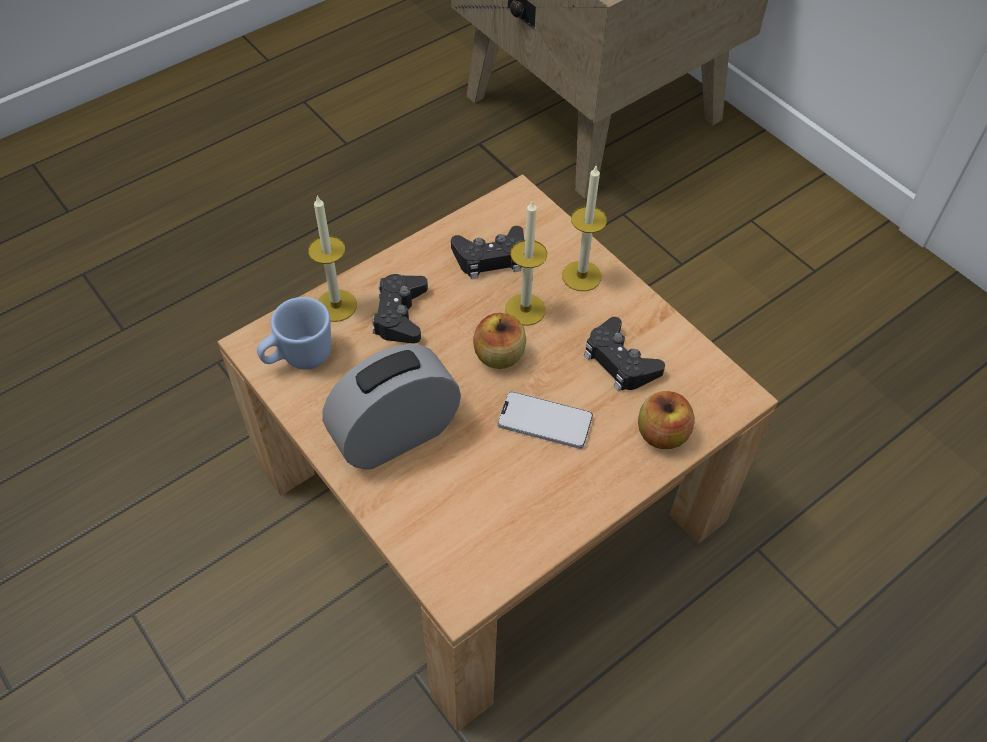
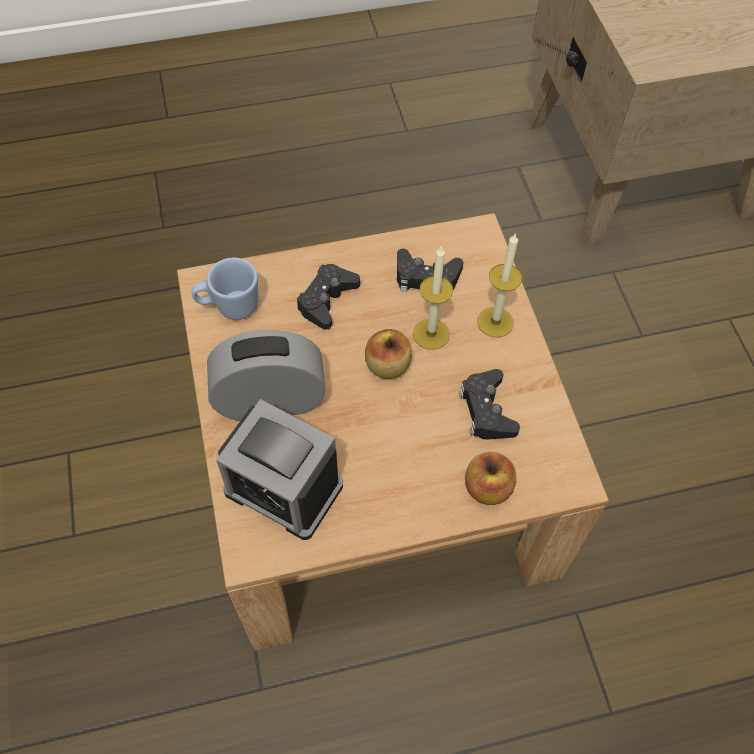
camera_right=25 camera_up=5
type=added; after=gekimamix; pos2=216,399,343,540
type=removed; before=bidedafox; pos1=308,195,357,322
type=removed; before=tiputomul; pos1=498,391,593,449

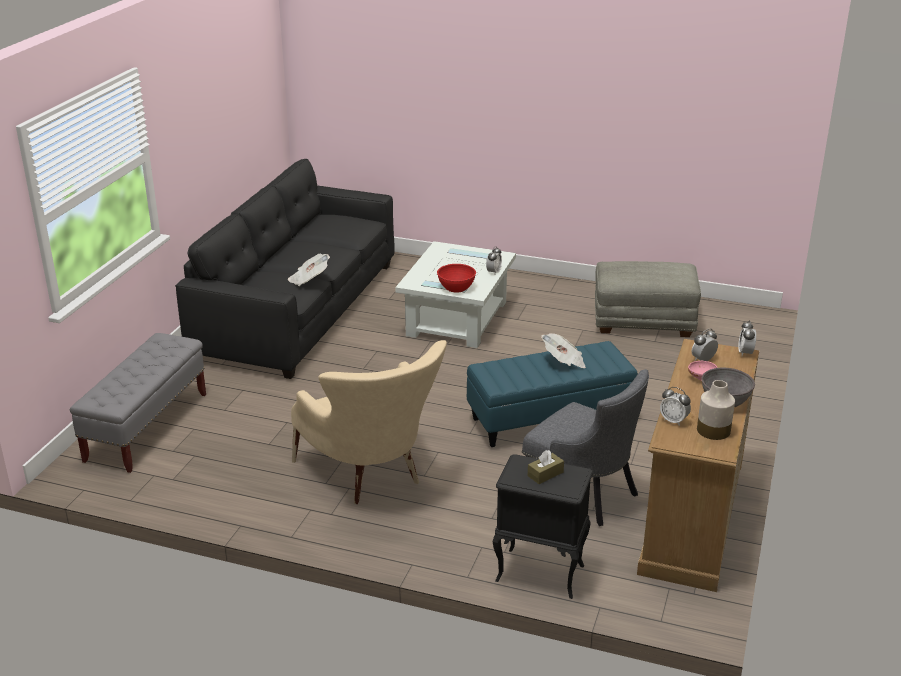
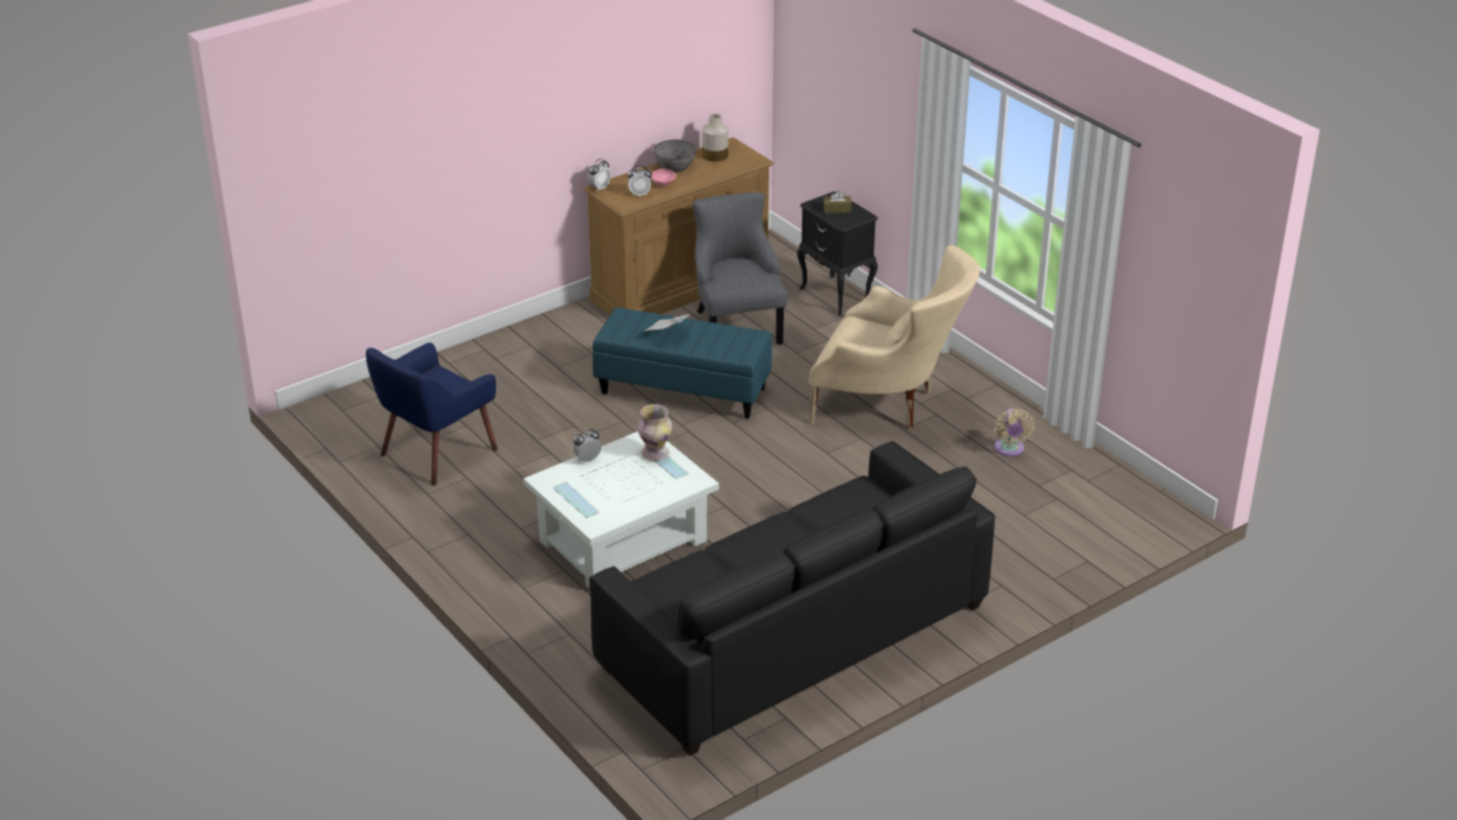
camera_right=-145 camera_up=5
type=replaced; before=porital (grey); after=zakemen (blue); pos1=595,261,701,337; pos2=366,342,498,486
type=replaced; before=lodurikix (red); after=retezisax; pos1=437,264,476,293; pos2=637,404,672,461
type=turned; before=zakemen (beige); pos1=291,340,447,504; pos2=809,245,980,429; turn=105
type=added; after=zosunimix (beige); pos2=994,408,1034,456
type=removed; before=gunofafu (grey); pos1=70,333,206,473
type=removed; before=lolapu; pos1=288,254,330,286
type=removed; before=gekimamix; pos1=660,387,691,426

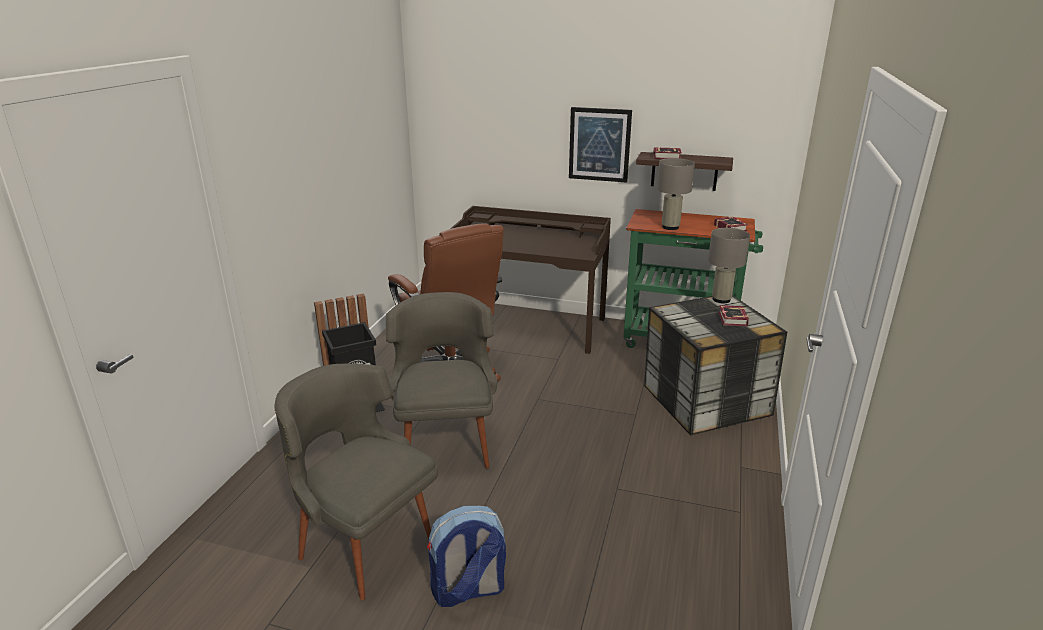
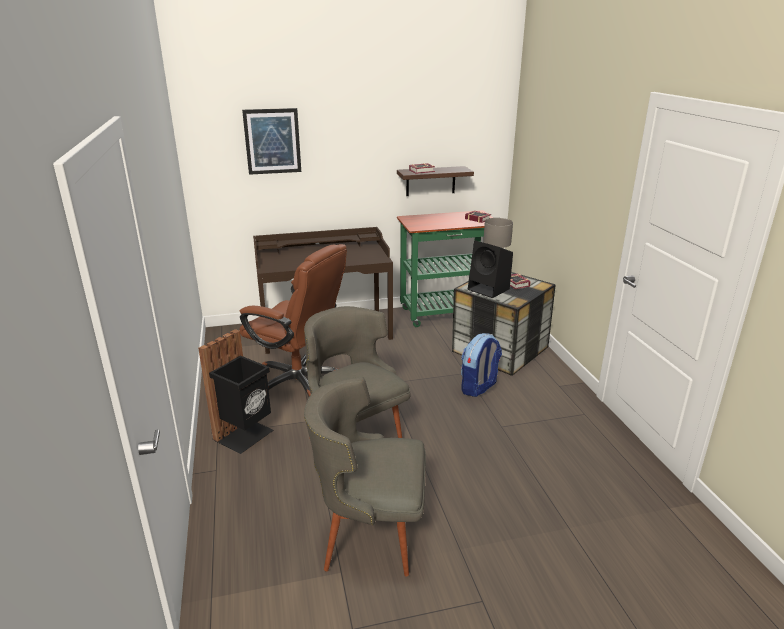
camera_right=-30 camera_up=0
type=moved; before=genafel; pos1=569,107,632,183; pos2=242,108,301,175
type=moved; before=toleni; pos1=427,506,506,607; pos2=461,333,502,397
type=added; after=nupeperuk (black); pos2=468,240,513,298
type=removed; before=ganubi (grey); pos1=657,158,695,230

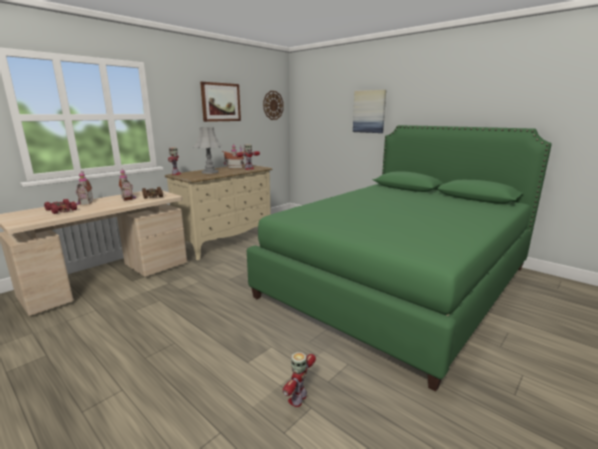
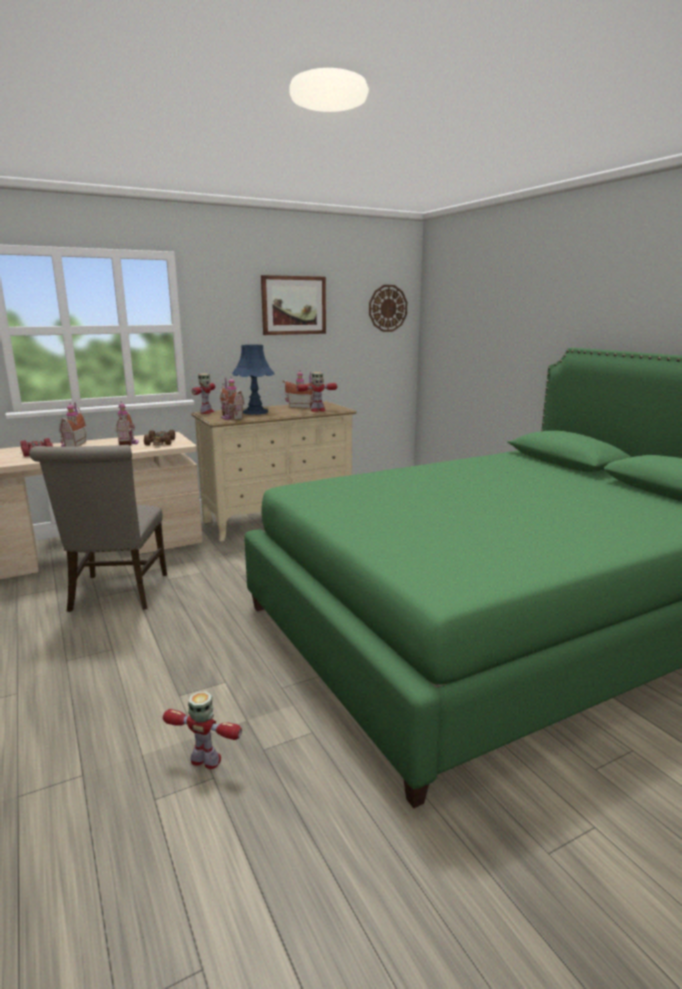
camera_right=20 camera_up=0
type=added; after=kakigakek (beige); pos2=29,445,167,612
type=turned; before=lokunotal; pos1=283,352,316,407; pos2=163,692,242,769; turn=60
type=added; after=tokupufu; pos2=220,377,245,420
type=recoloured; before=ganubi (grey); after=ganubi (blue); pos1=194,127,222,174; pos2=232,345,274,415
type=removed; before=genafel; pos1=353,90,386,133

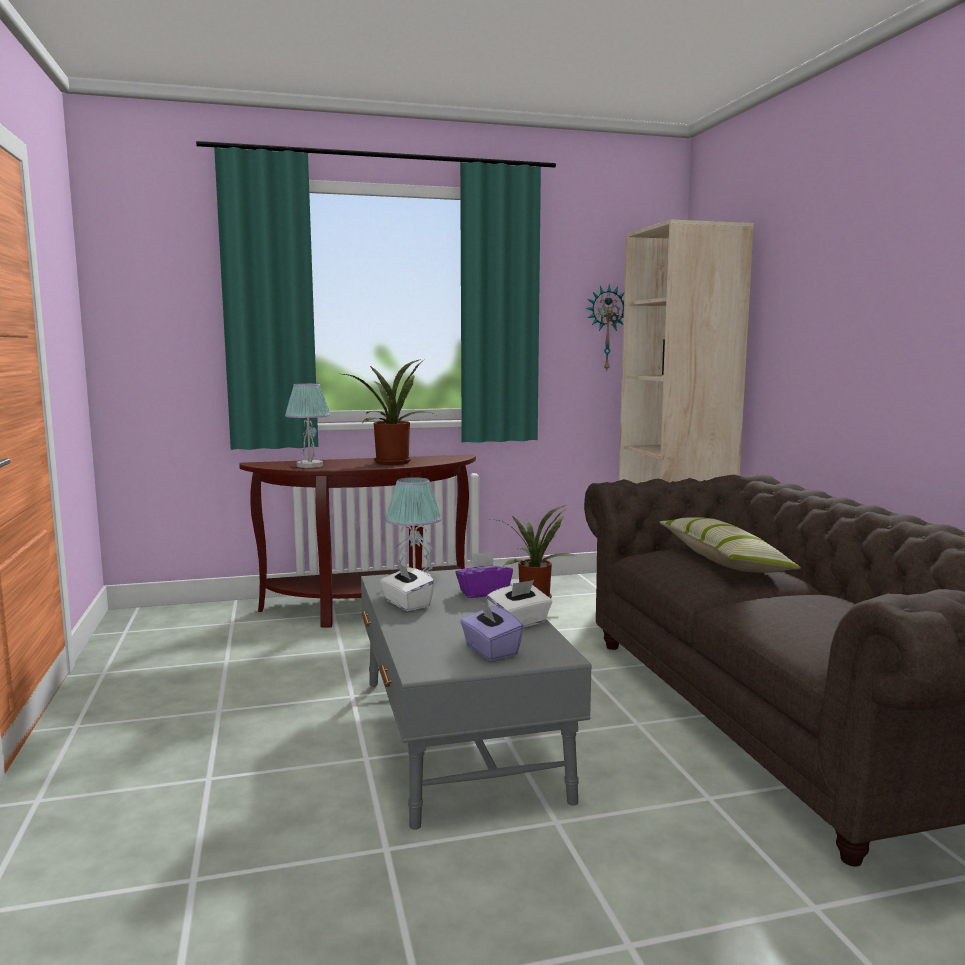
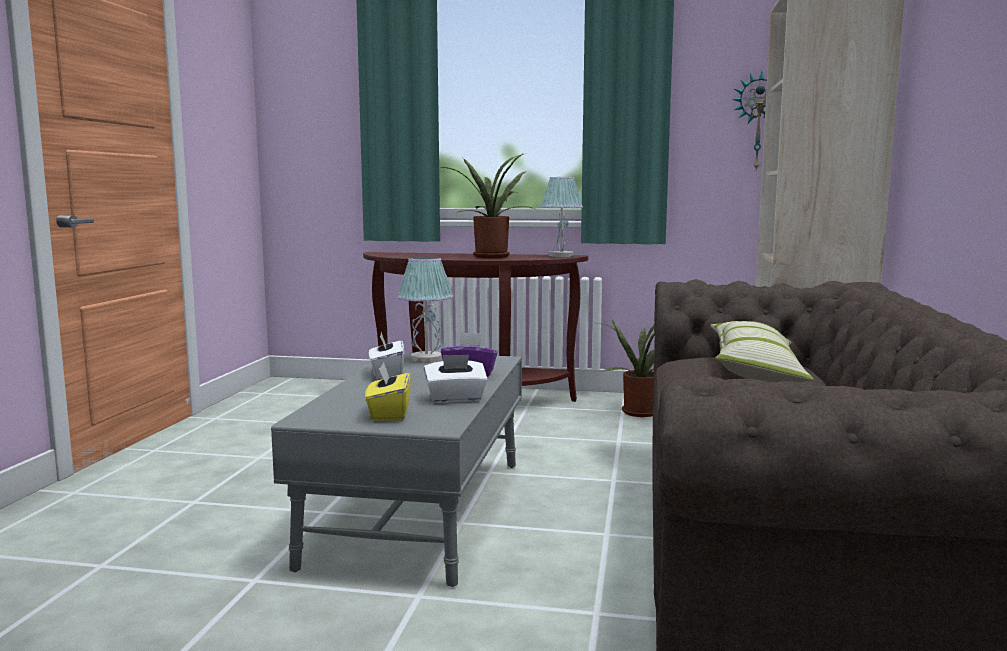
camera_right=25 camera_up=0
type=recoloured; before=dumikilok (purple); after=dumikilok (yellow); pos1=460,601,524,661; pos2=365,362,411,421
type=moved; before=ganubi; pos1=285,383,330,468; pos2=541,177,583,257

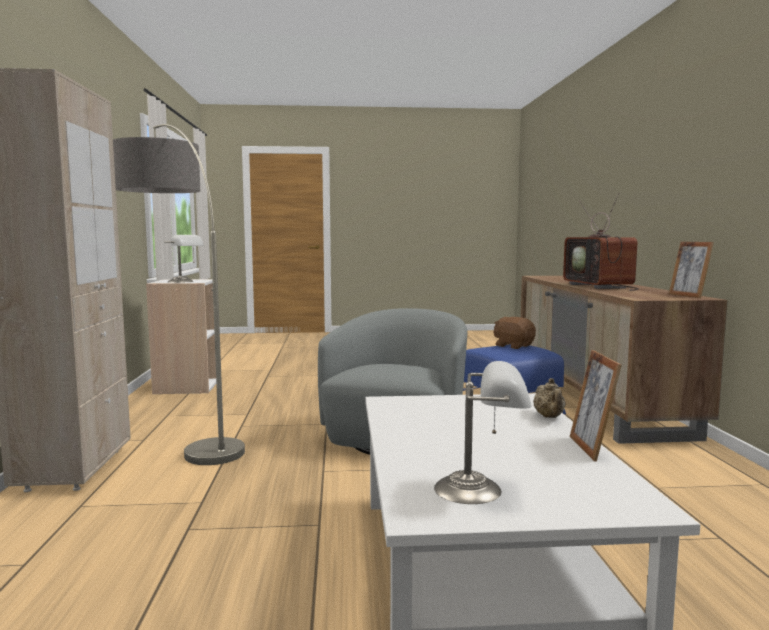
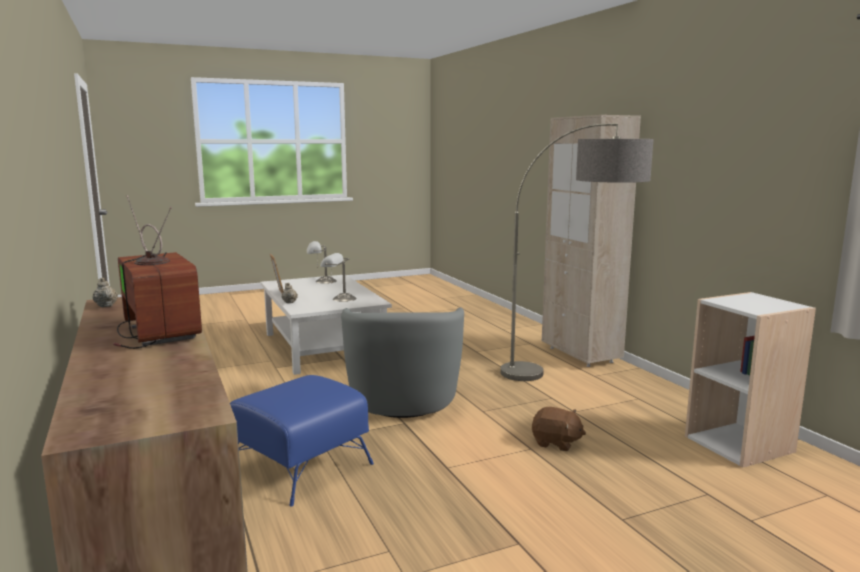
camera_right=160 camera_up=5
type=replaced; before=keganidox; after=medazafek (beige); pos1=669,242,714,298; pos2=92,277,118,307
type=moved; before=ganubi (white); pos1=164,235,204,283; pos2=320,253,356,302
type=moved; before=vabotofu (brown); pos1=494,317,536,349; pos2=532,407,586,451

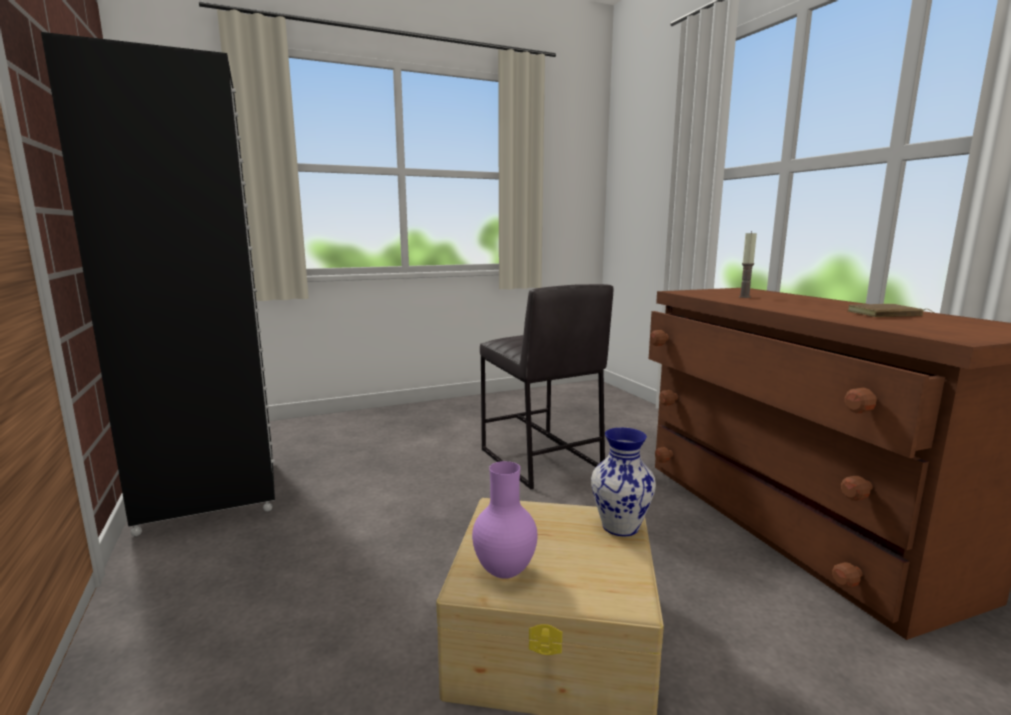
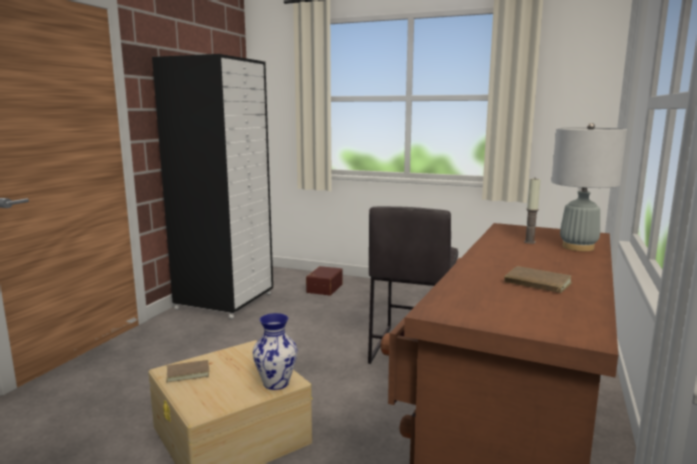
camera_right=45 camera_up=0
type=replaced; before=retezisax (purple); after=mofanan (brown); pos1=472,461,538,579; pos2=165,360,210,382
type=added; after=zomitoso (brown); pos2=306,266,343,296
type=added; after=ganubi (grey); pos2=551,123,627,251

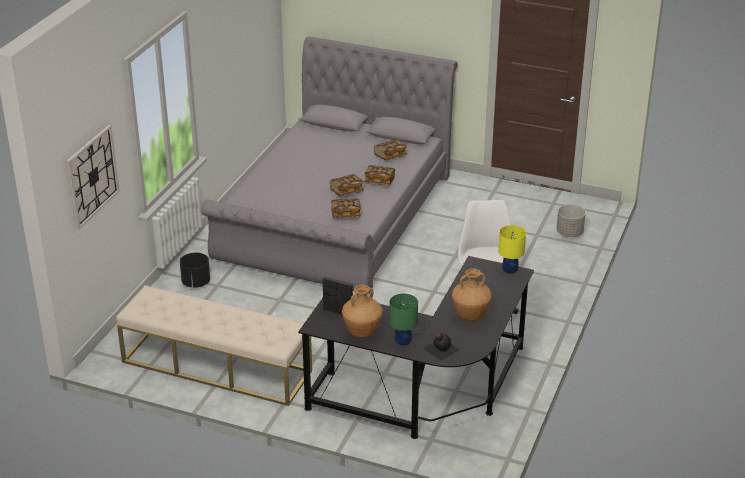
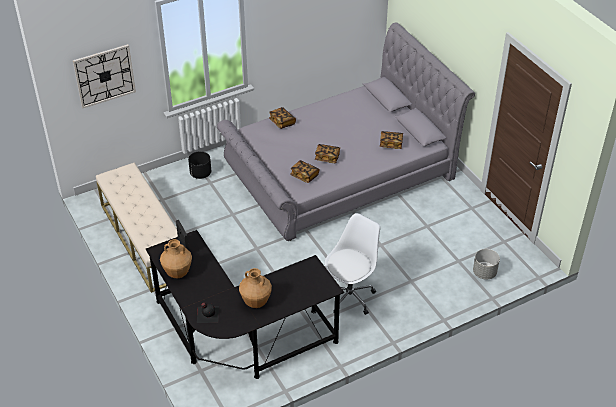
camera_right=40 camera_up=10
type=moved; before=mofanan; pos1=364,165,395,186; pos2=269,107,296,129
type=removed; before=ganubi (green); pos1=389,294,418,346
type=removed; before=ganubi (yellow); pos1=498,225,526,274

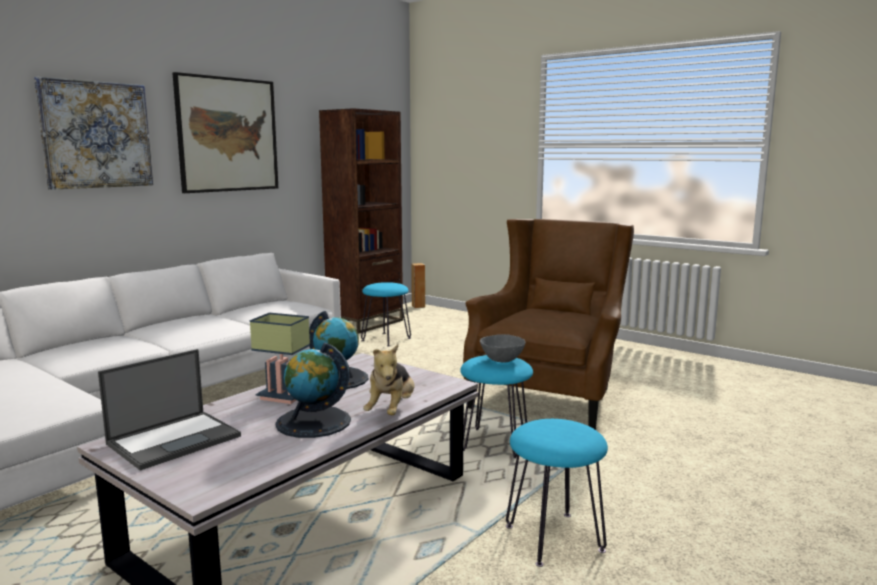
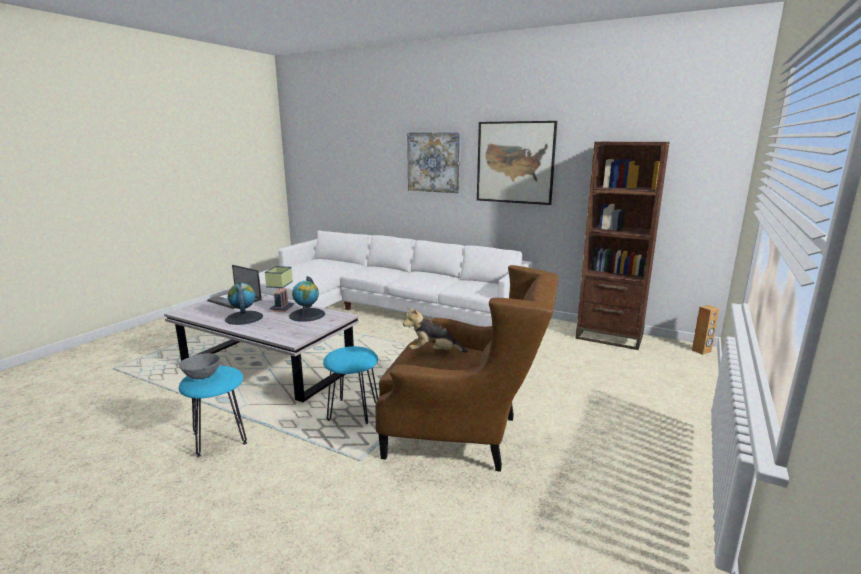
camera_right=80 camera_up=5
type=moved; before=lodurikix (grey); pos1=480,334,526,362; pos2=179,353,221,379
type=moved; before=vabotofu; pos1=363,344,415,415; pos2=403,307,468,353
type=removed; before=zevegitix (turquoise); pos1=361,282,411,347

